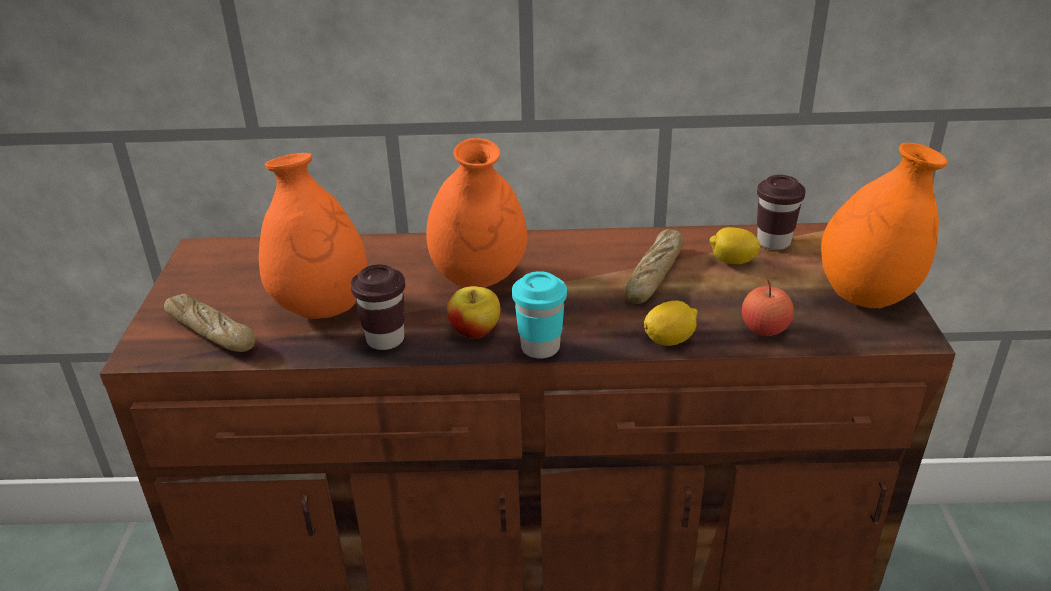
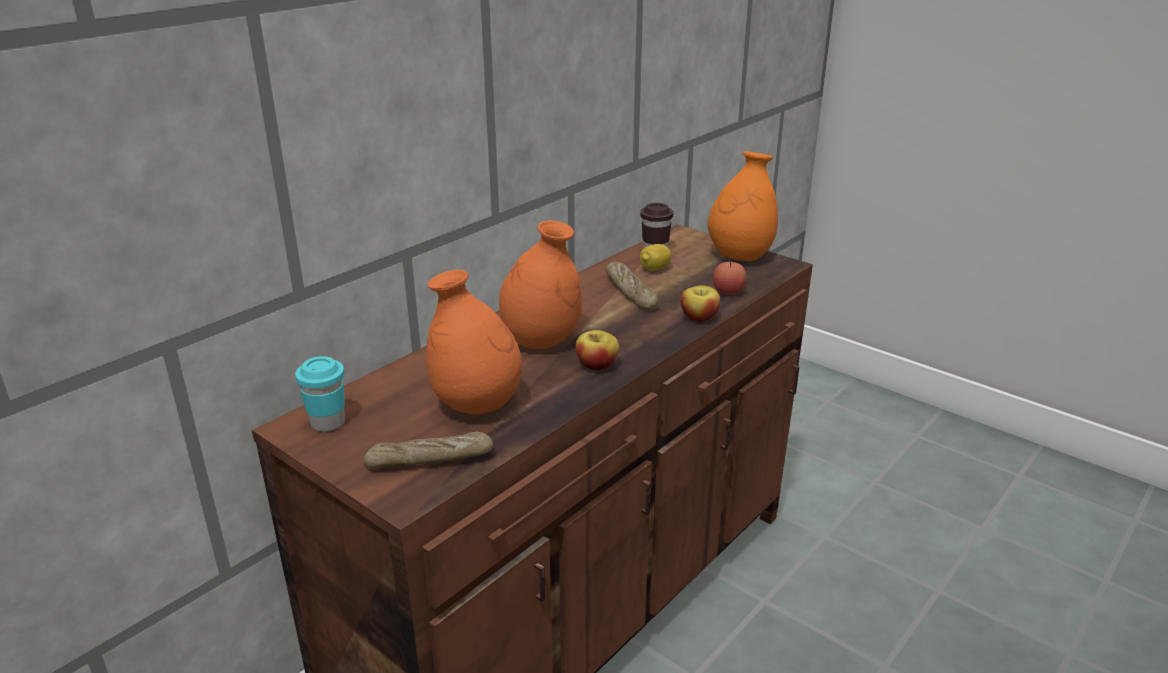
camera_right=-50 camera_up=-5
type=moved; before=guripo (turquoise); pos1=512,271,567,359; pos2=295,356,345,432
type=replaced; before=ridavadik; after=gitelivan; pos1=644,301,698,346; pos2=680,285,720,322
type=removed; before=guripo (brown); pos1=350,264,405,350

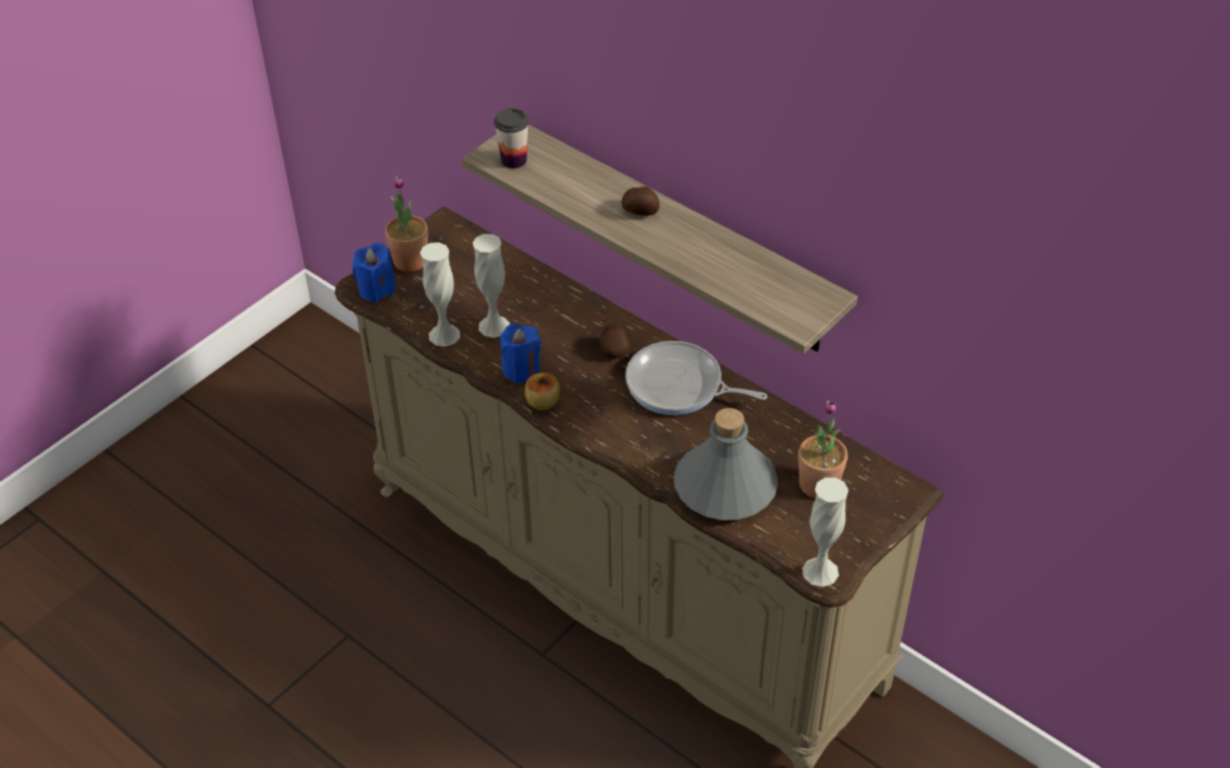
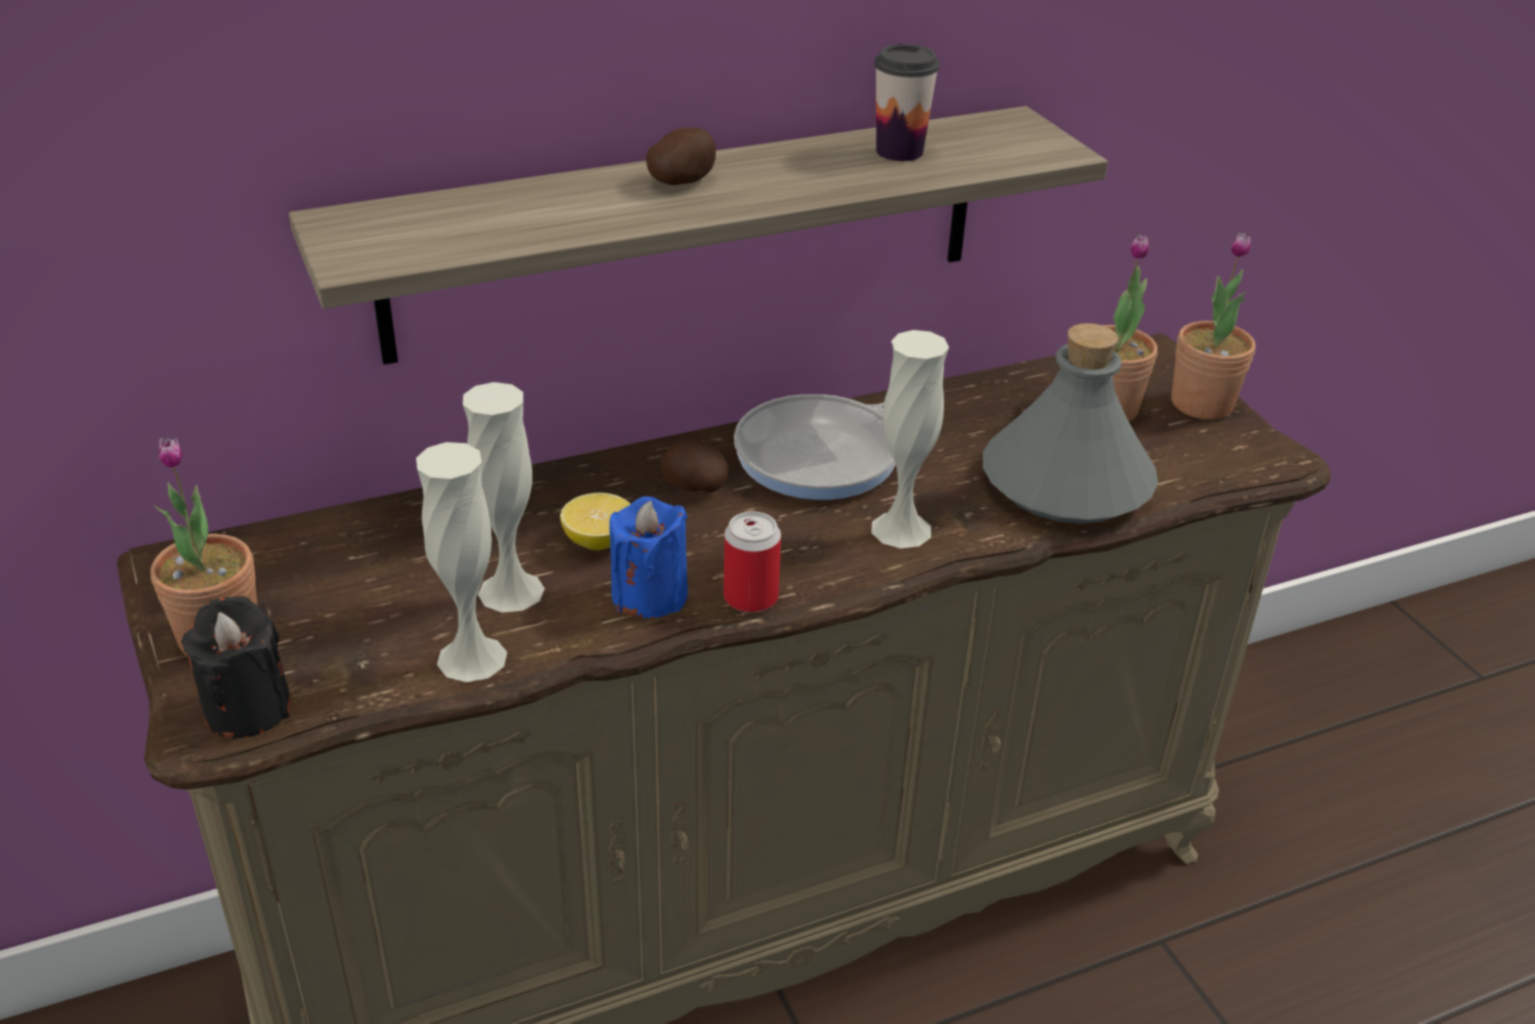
camera_right=-65 camera_up=-10
type=recoloured; before=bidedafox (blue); after=bidedafox (black); pos1=352,242,396,303; pos2=181,596,291,739
type=added; after=ridavadik; pos2=560,493,630,550
type=replaced; before=gitelivan; after=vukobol; pos1=525,372,560,410; pos2=724,511,781,613
type=moved; before=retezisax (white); pos1=802,478,849,587; pos2=871,330,949,549
type=moved; before=guripo; pos1=494,108,529,169; pos2=874,44,940,161
type=added; after=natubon; pos2=1171,233,1256,420

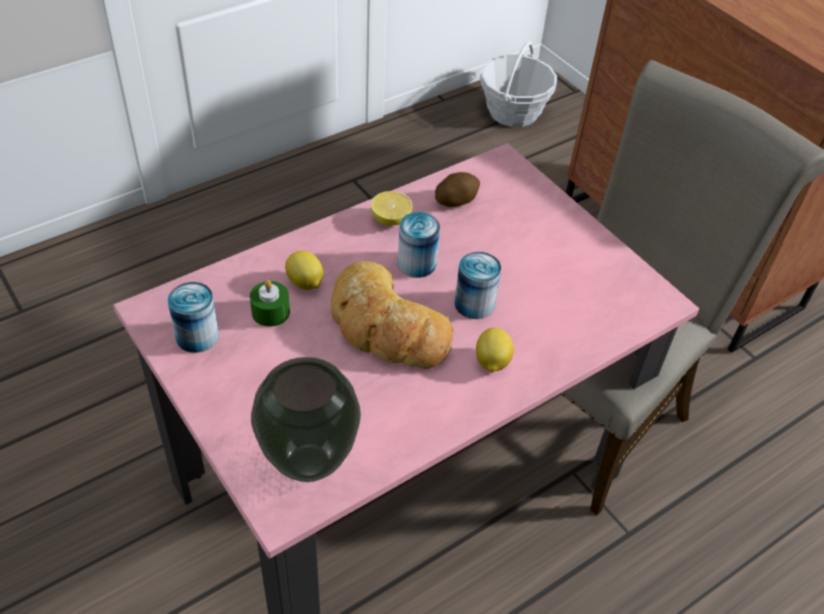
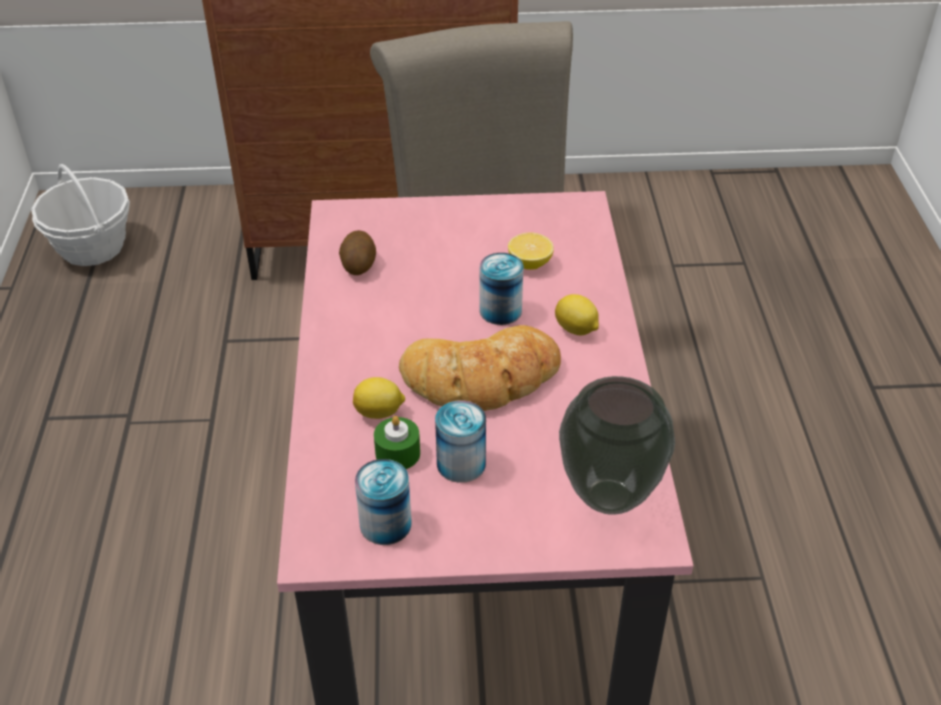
camera_right=-55 camera_up=-5
type=moved; before=vukobol; pos1=398,212,440,278; pos2=435,400,486,483
type=moved; before=ridavadik; pos1=371,191,413,226; pos2=508,233,554,270

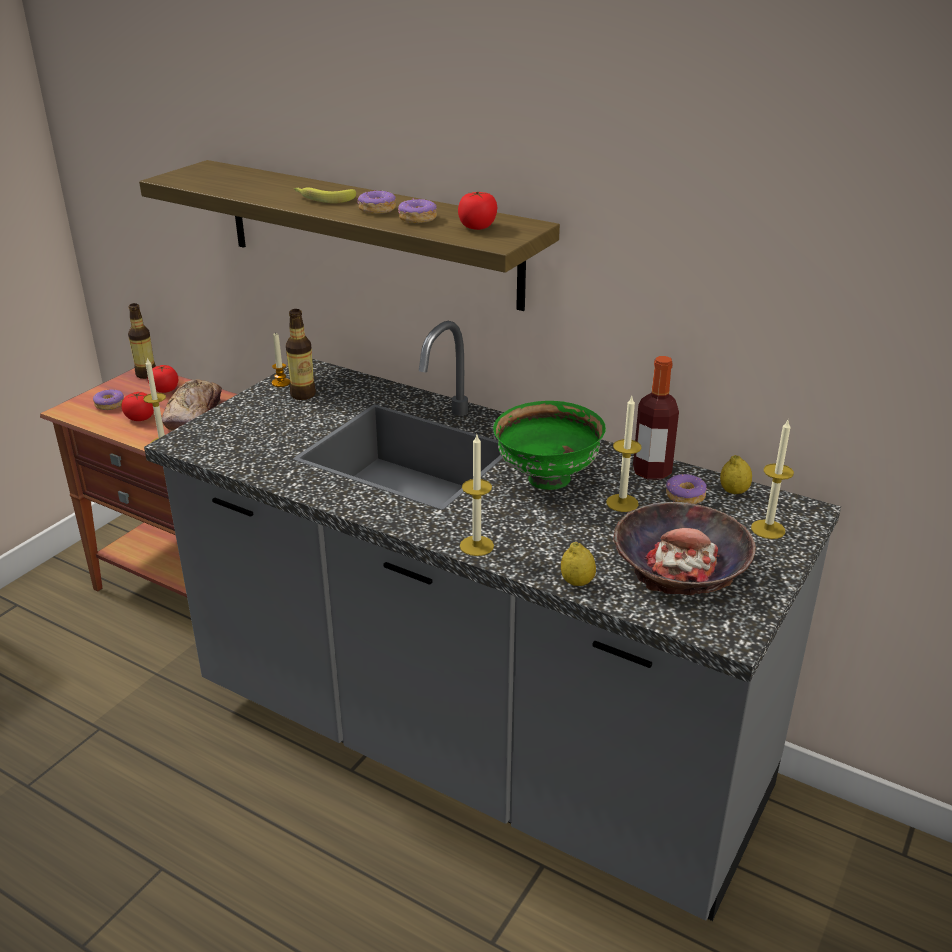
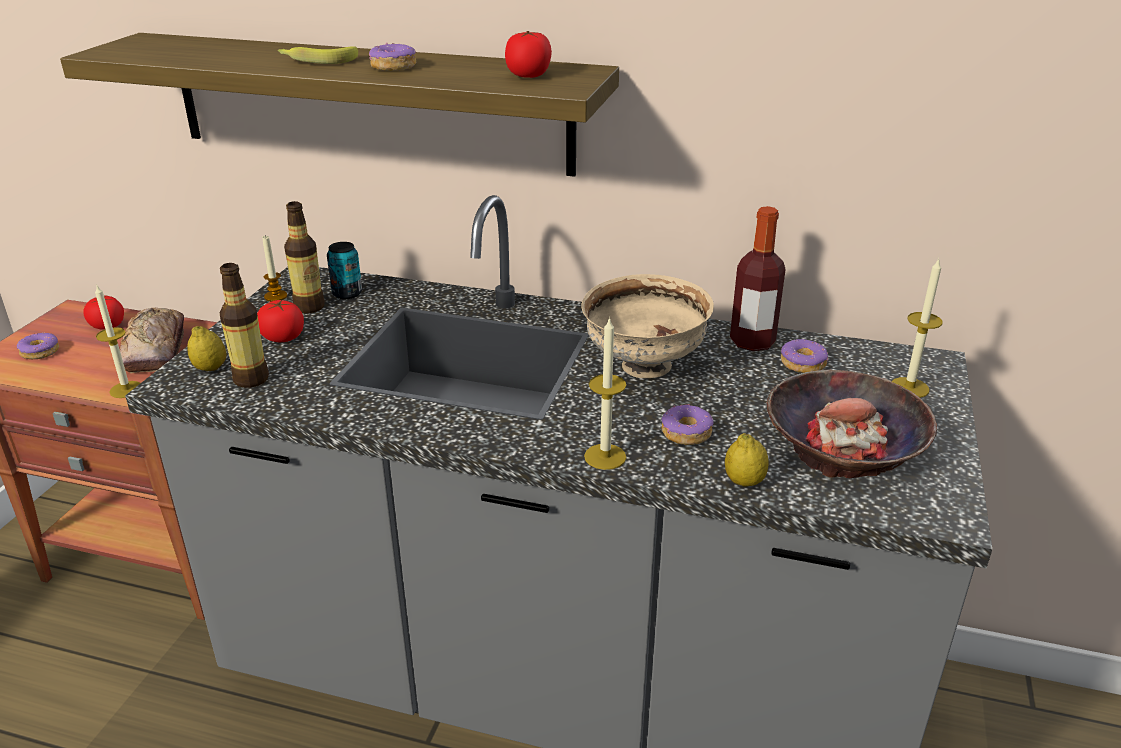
camera_right=-15 camera_up=0
type=moved; before=ridavadik; pos1=720,455,752,494; pos2=187,326,227,371
type=moved; before=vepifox; pos1=128,303,156,379; pos2=219,263,269,388
type=moved; before=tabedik; pos1=121,392,154,421; pos2=257,300,304,342
type=added; after=vukobol; pos2=327,242,362,299
type=recoloured; before=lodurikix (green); after=lodurikix (beige); pos1=493,401,606,490; pos2=581,274,714,378
type=moved; before=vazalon; pos1=398,198,437,223; pos2=662,404,714,445
type=removed; before=bidedafox; pos1=606,396,642,512

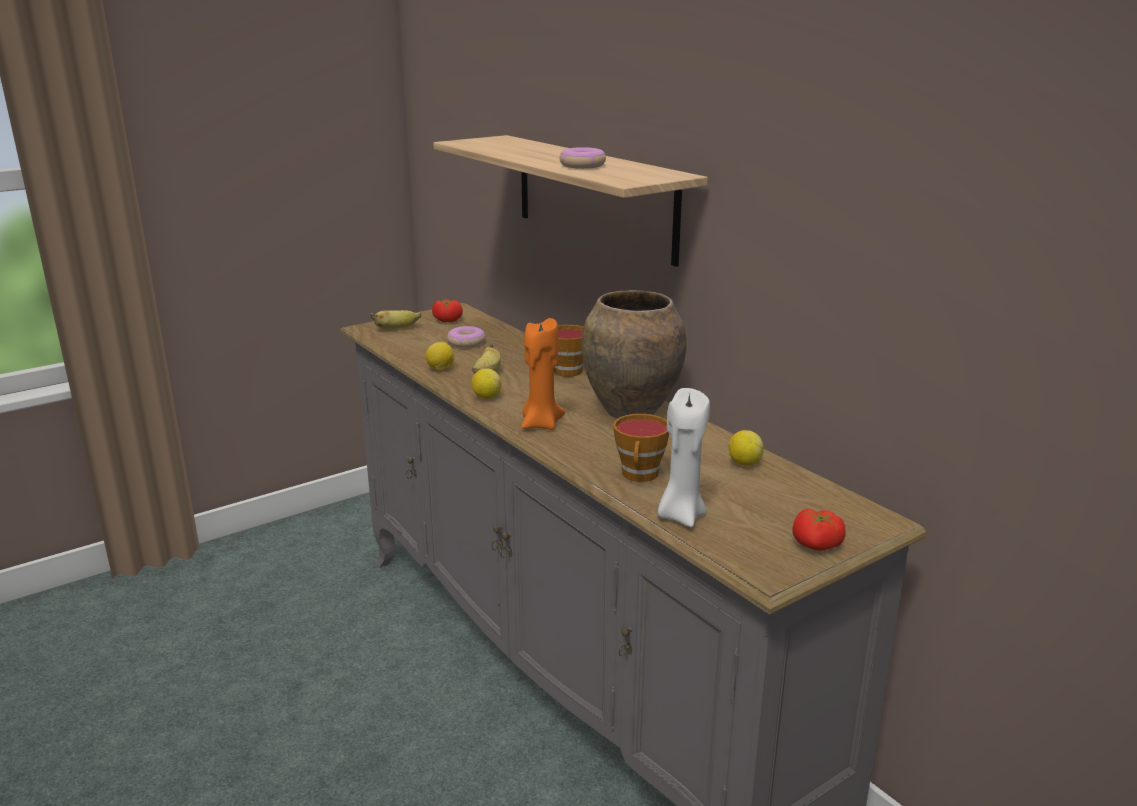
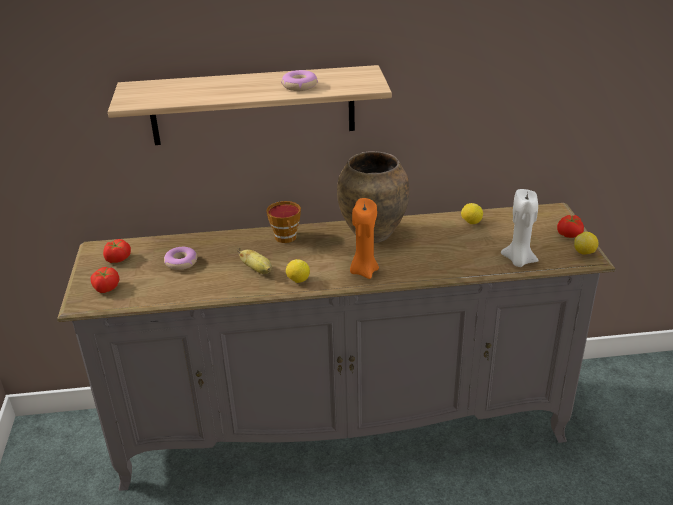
camera_right=-60 camera_up=10
type=replaced; before=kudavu; after=tabedik; pos1=371,310,421,329; pos2=91,267,119,293
type=moved; before=ridavadik; pos1=425,342,454,370; pos2=574,232,599,255
type=removed; before=guripo; pos1=613,414,669,482

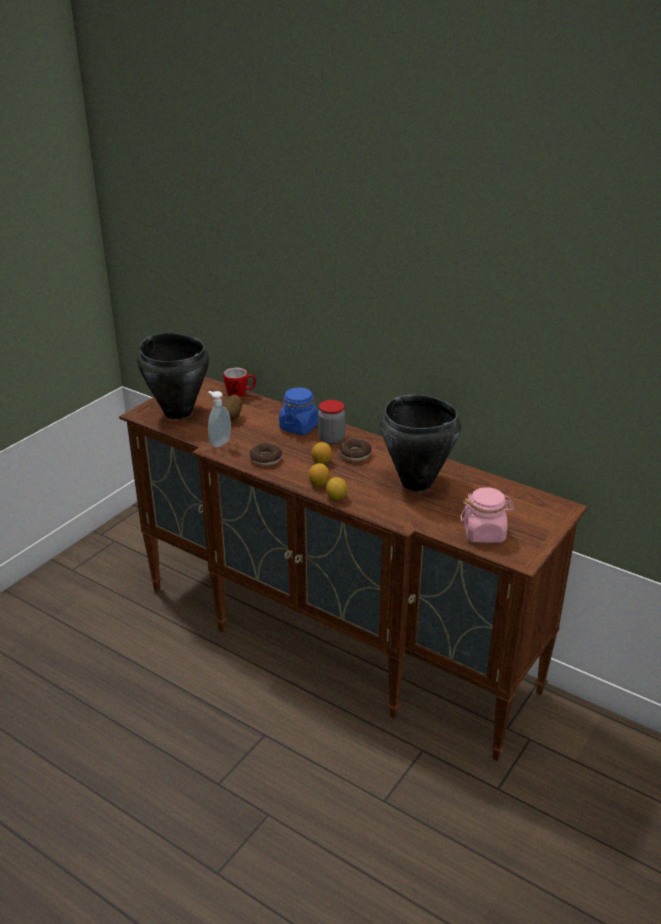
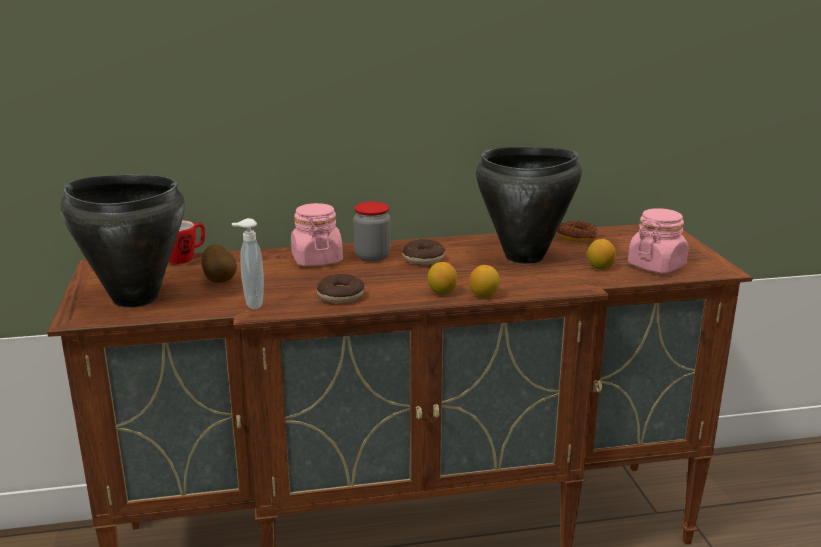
camera_right=-45 camera_up=-10
type=recoloured; before=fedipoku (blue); after=fedipoku (pink); pos1=279,388,318,435; pos2=291,203,343,266
type=added; after=vazalon; pos2=557,221,597,242
type=moved; before=ridavadik; pos1=311,442,332,464; pos2=587,239,616,270

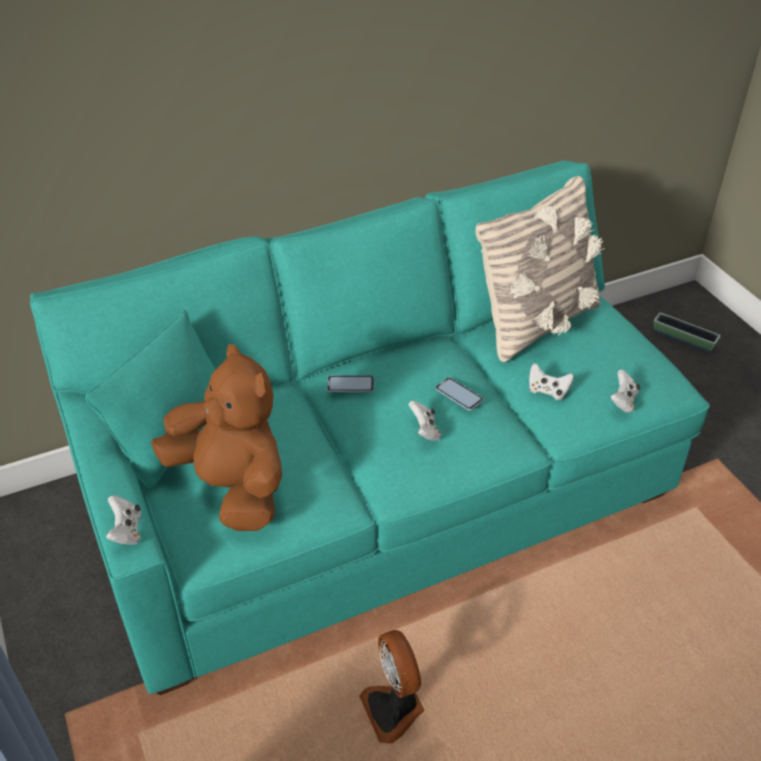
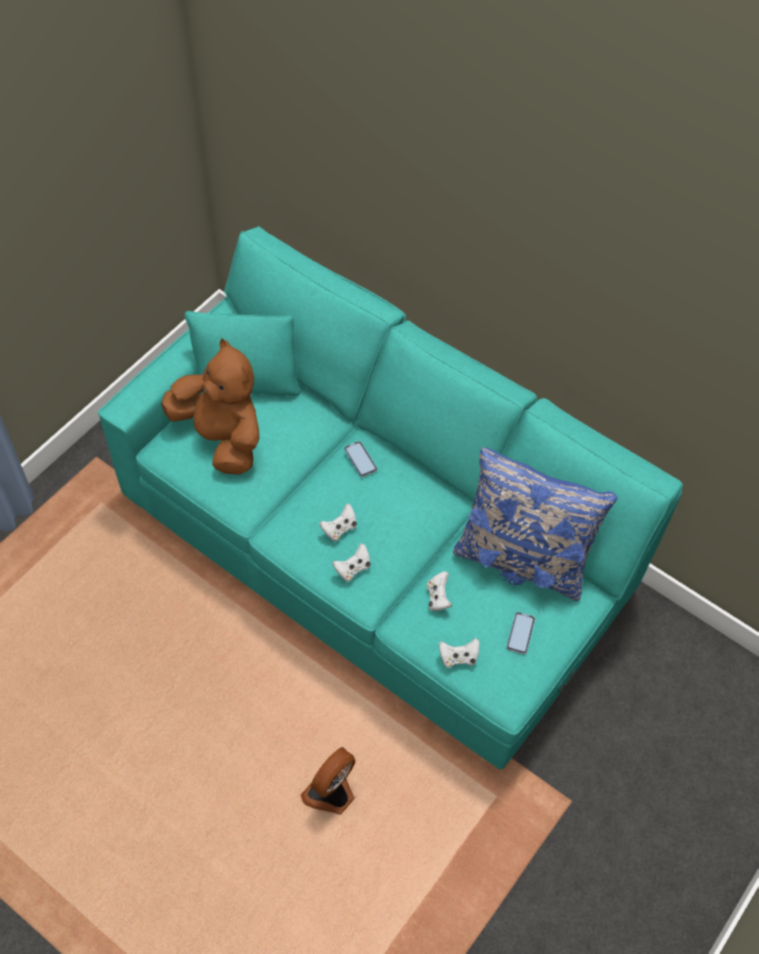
camera_right=60 camera_up=15
type=turned; before=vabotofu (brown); pos1=151,344,282,531; pos2=161,338,259,475; turn=-60
type=moved; before=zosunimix; pos1=359,630,424,744; pos2=301,747,355,815
type=moved; before=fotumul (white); pos1=106,495,141,545; pos2=332,543,371,581
type=recoloured; before=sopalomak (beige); after=sopalomak (blue); pos1=475,176,605,362; pos2=453,447,617,601
type=moved; before=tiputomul; pos1=435,377,483,411; pos2=506,612,535,654
type=removed; before=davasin; pos1=654,313,720,354

